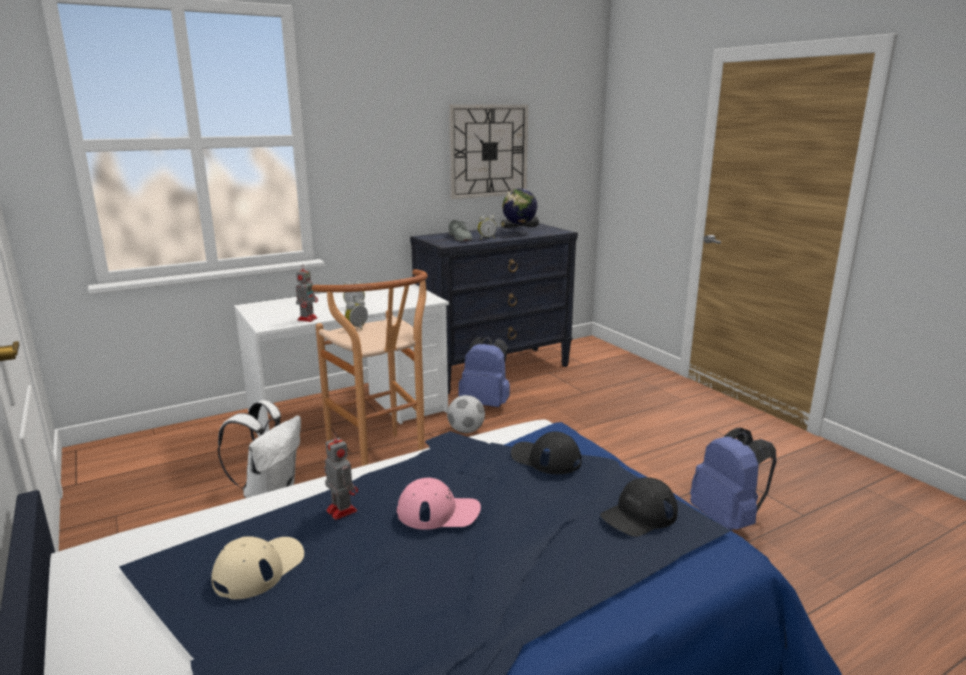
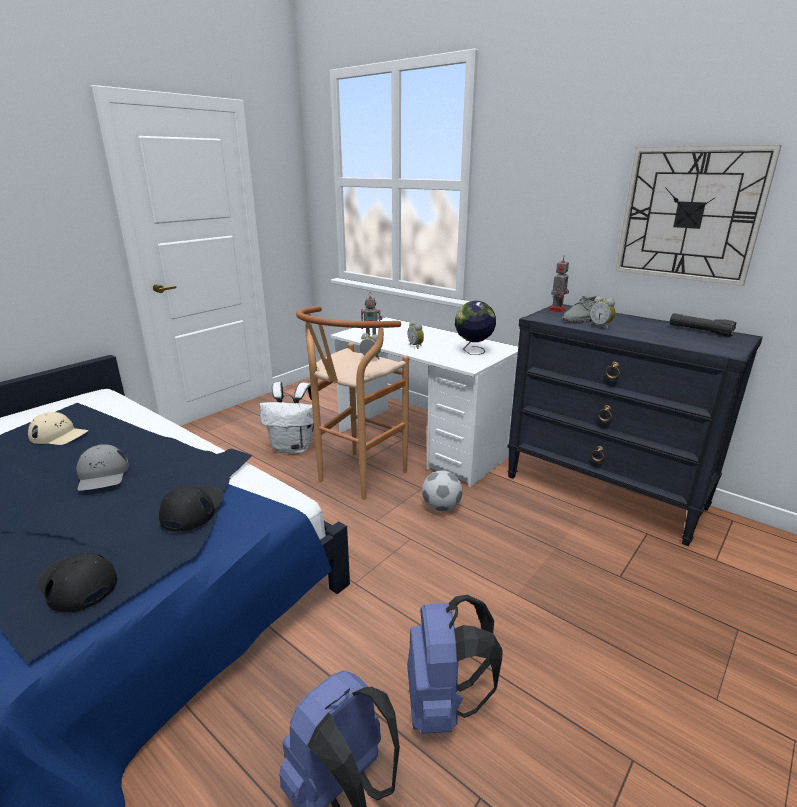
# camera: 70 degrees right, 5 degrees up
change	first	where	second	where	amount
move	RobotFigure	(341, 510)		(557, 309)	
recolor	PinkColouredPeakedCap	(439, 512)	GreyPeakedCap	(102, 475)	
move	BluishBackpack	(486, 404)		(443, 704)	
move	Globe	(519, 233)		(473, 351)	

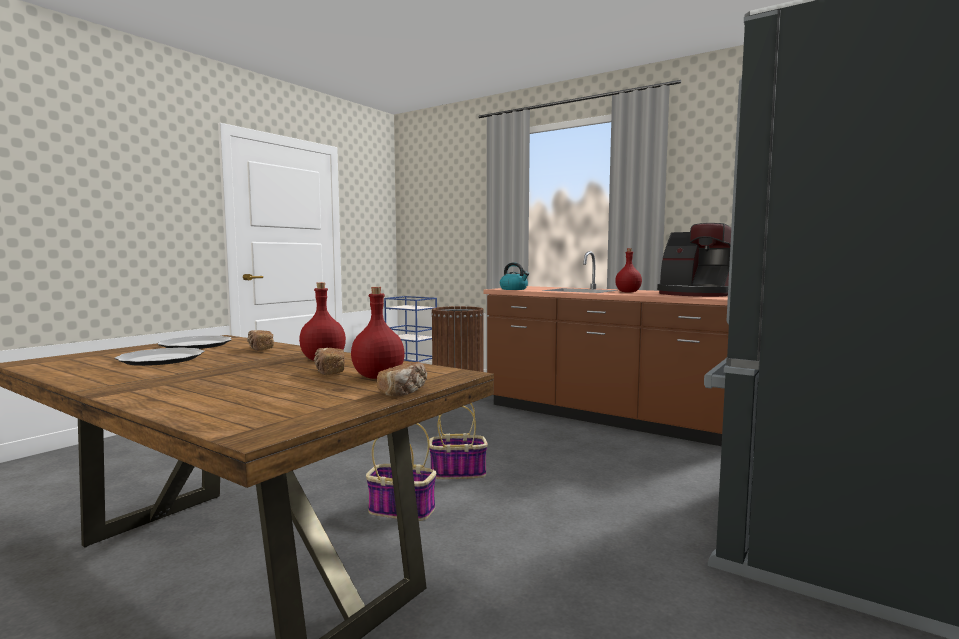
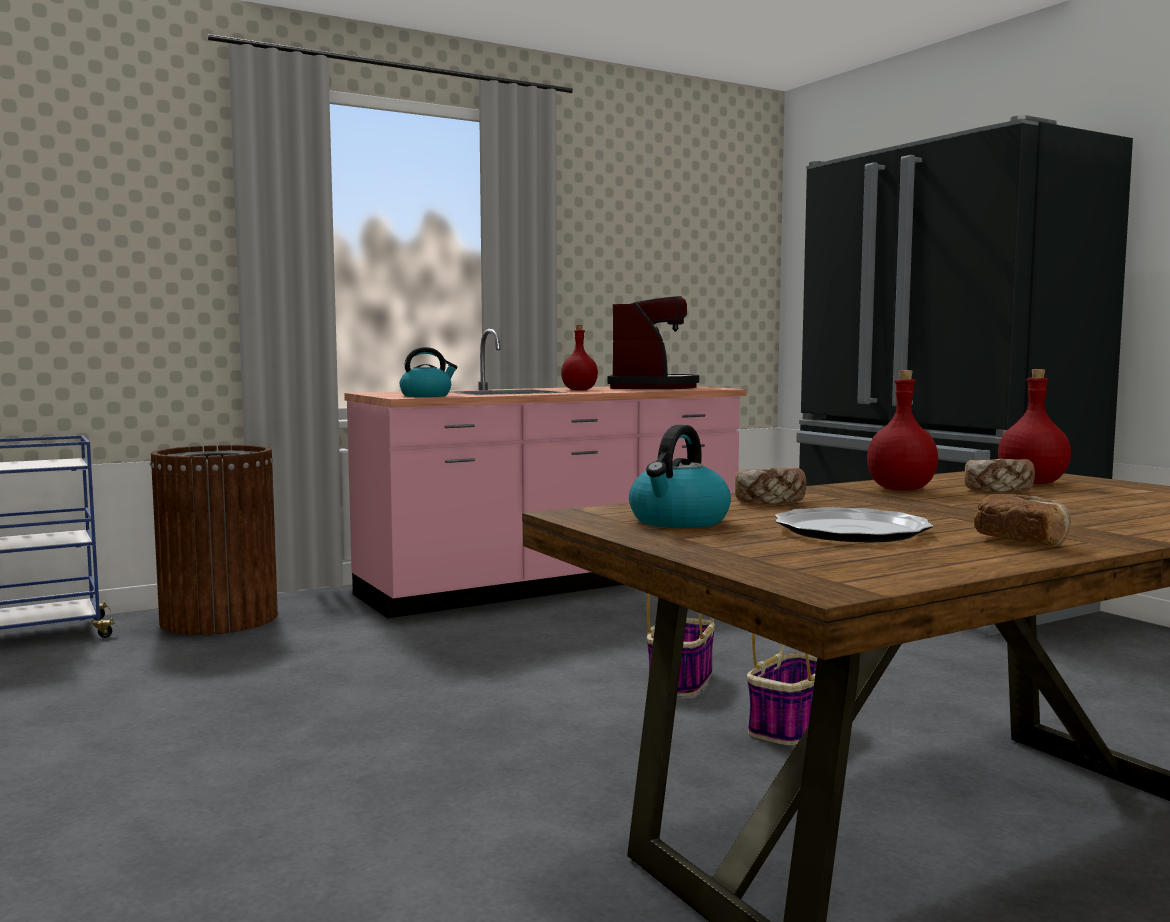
# camera: 65 degrees left, 0 degrees up
change	first	where	second	where	amount
replace	Plate	(196, 345)	WaterKettle	(679, 521)	
move	BakeryBread	(404, 392)		(1021, 541)	
recolor	BrownishKitchenCounter	(608, 418)	PinkColouredKitchenCounter	(554, 584)	
rotate	CoffeeMaker	(695, 294)		(651, 387)	60 degrees counterclockwise

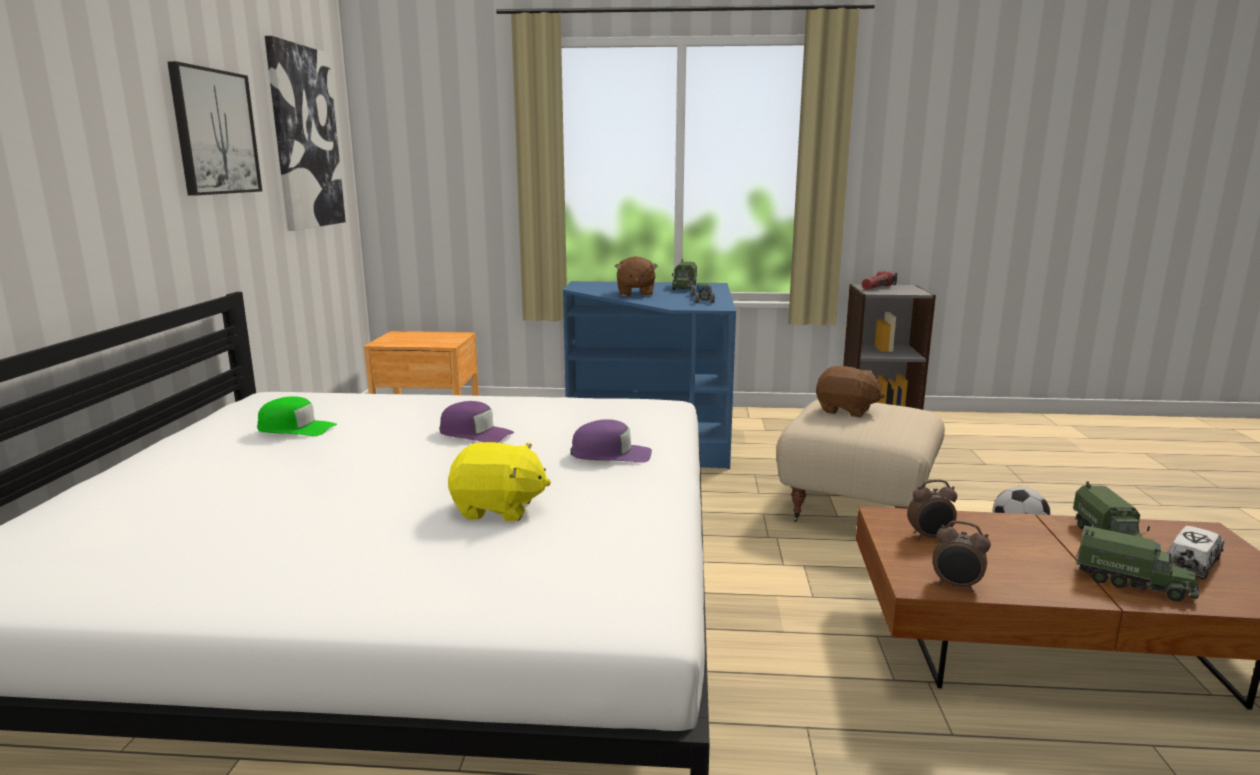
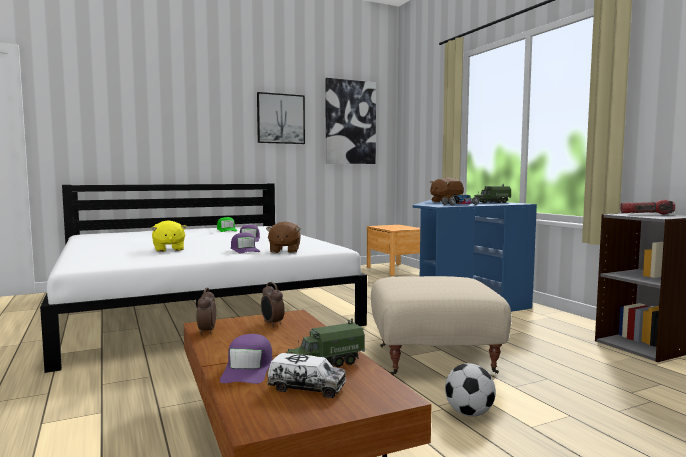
# camera: 60 degrees right, 10 degrees down
change	first	where	second	where	amount
move	BrownishPlushToy	(846, 410)		(284, 251)	
replace	ModelTruck	(1132, 583)	PurpleColouredPeakedCap	(248, 369)	

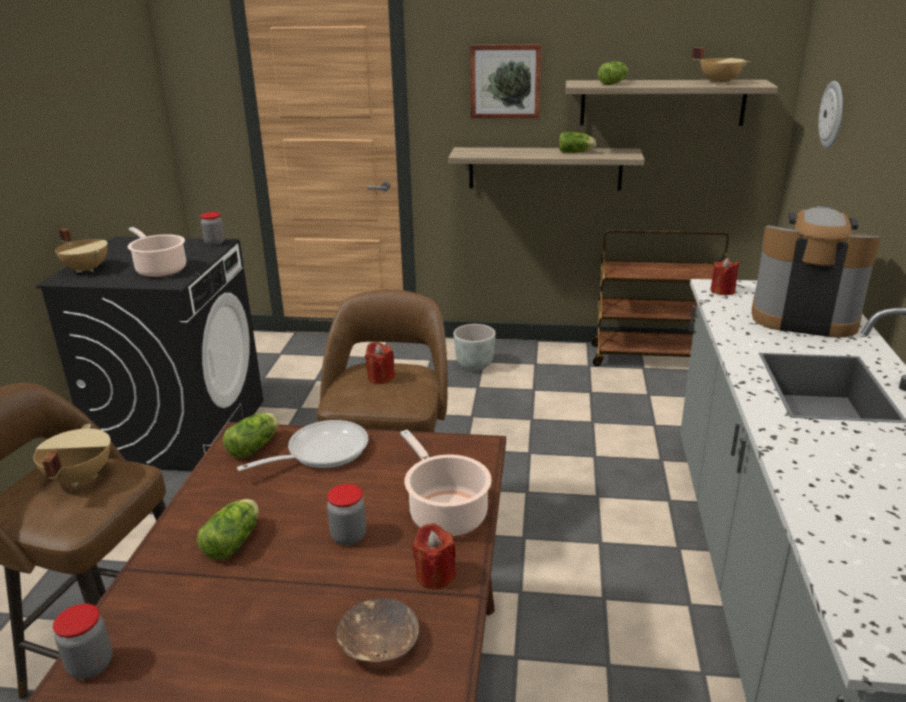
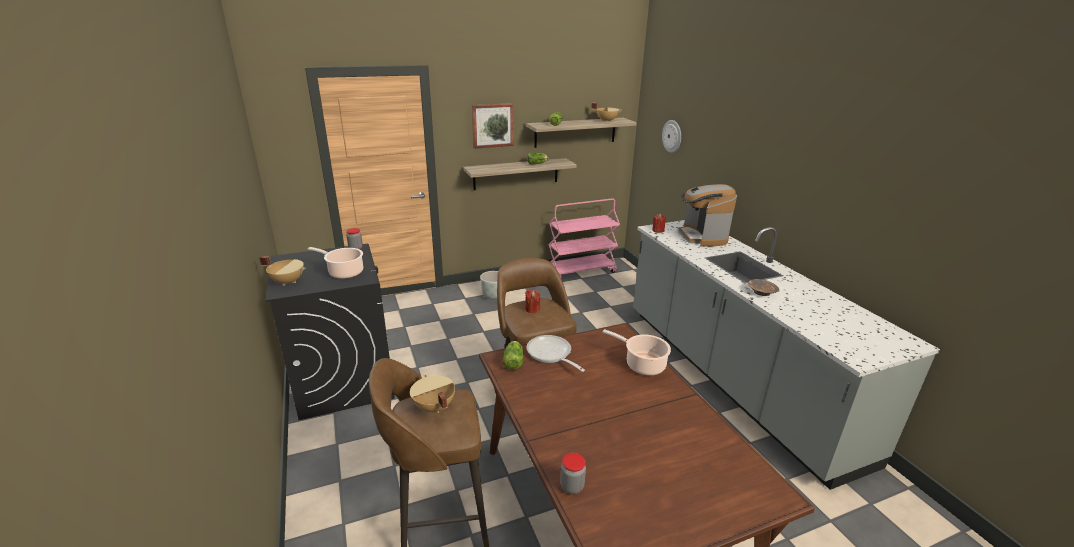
# camera: 30 degrees left, 0 degrees up
change	first	where	second	where	amount
delete	Lettuce	(235, 541)			
rotate	FryingPan	(321, 452)		(551, 354)	60 degrees counterclockwise
delete	Jar	(349, 536)			
move	BrownishServingBowl	(378, 643)		(761, 292)	
delete	RedWaxLight	(435, 575)			
recolor	BrownishTrolley	(652, 357)	PinkColouredTrolley	(581, 271)	
rotate	CoffeeMaker	(803, 316)		(702, 237)	90 degrees counterclockwise

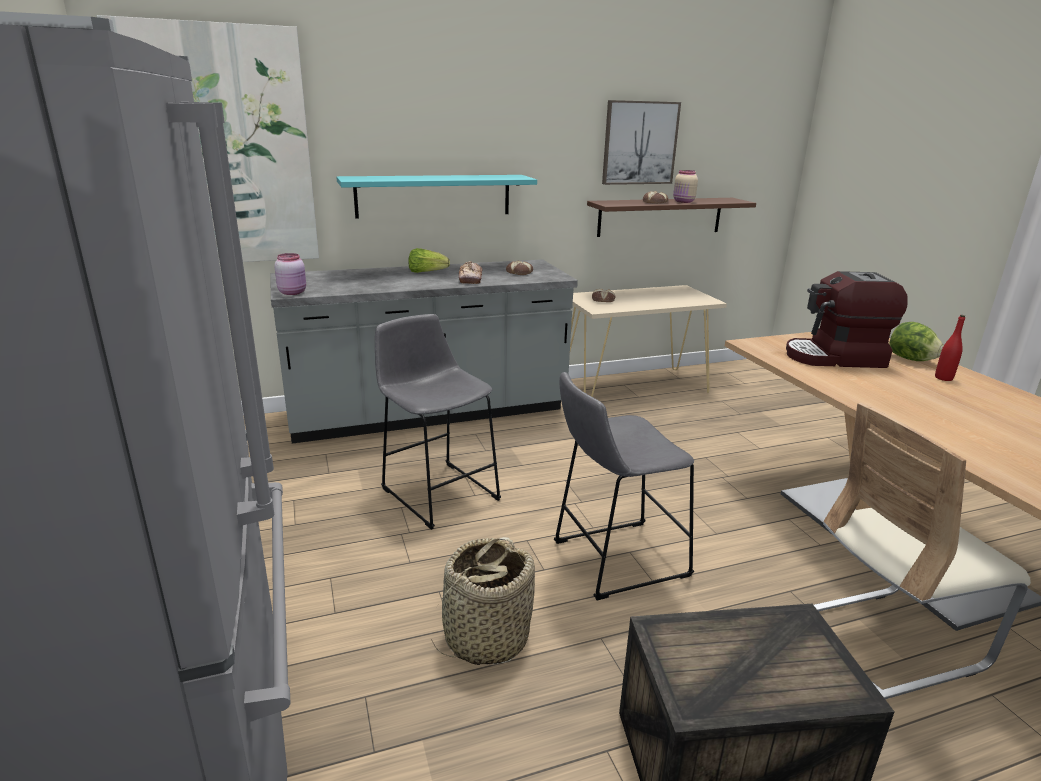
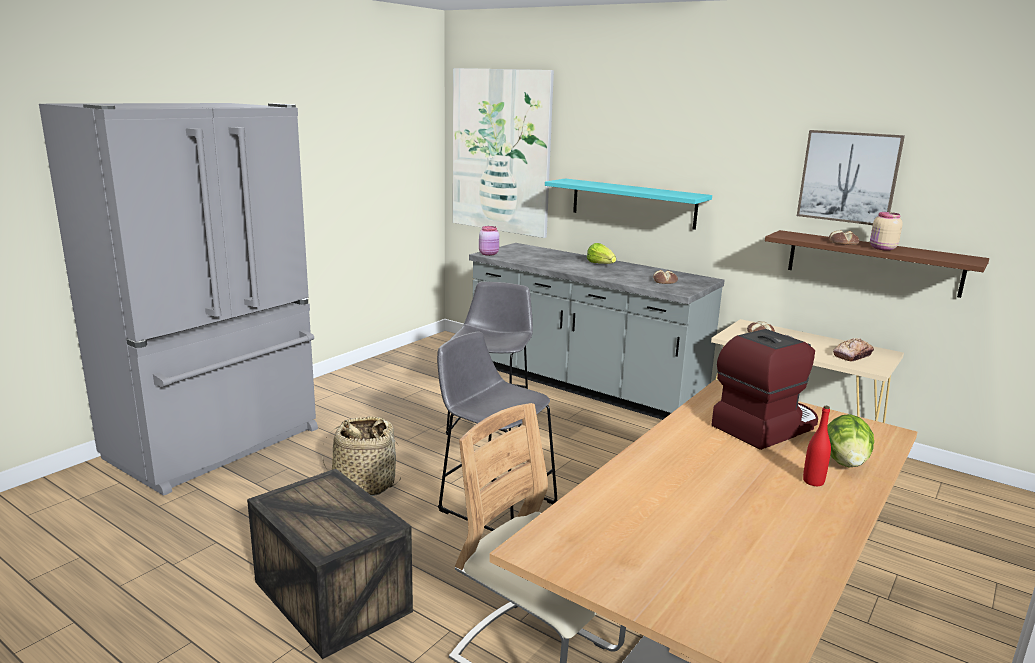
# camera: 55 degrees right, 5 degrees down
change	first	where	second	where	amount
move	BakeryBread	(470, 279)		(852, 355)	
rotate	CoffeeMaker	(835, 358)		(764, 426)	90 degrees clockwise

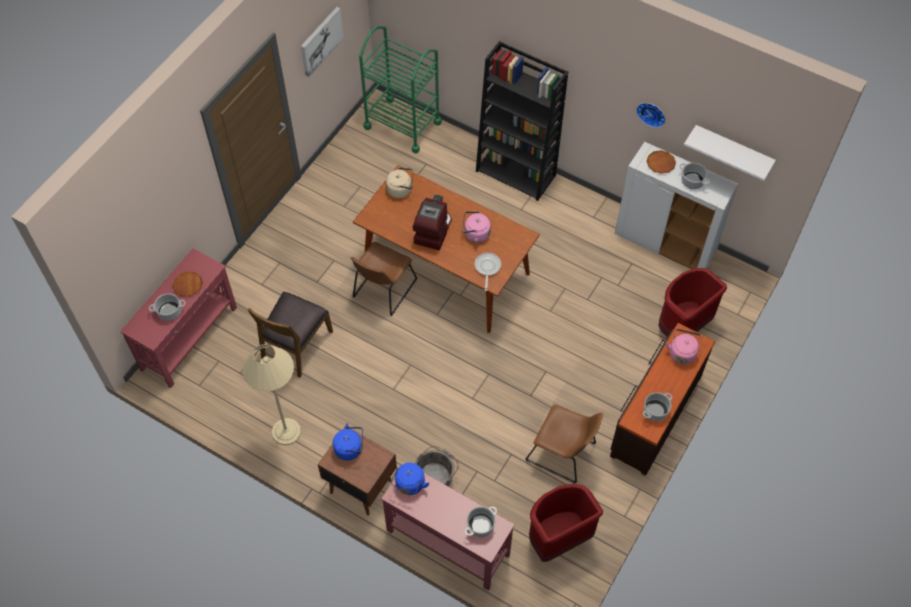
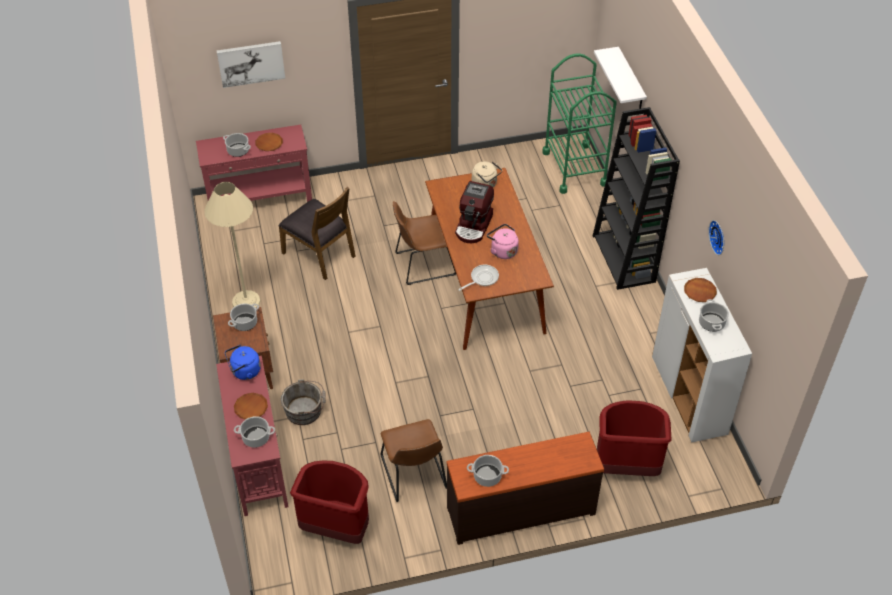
# camera: 45 degrees right, 10 degrees down
change	first	where	second	where	amount
rotate	BrownishUprightChair	(296, 345)		(320, 254)	120 degrees counterclockwise
move	Picture	(321, 41)		(251, 63)	
replace	BluishWaterKettle	(350, 449)	Stockpot	(245, 323)	
rotate	CoffeeMaker	(432, 231)		(474, 226)	135 degrees clockwise
delete	PinkColouredWaterKettle	(682, 352)			
move	WhiteColouredShelf	(733, 150)		(631, 81)	
insert			BrownishPlate	(251, 408)	

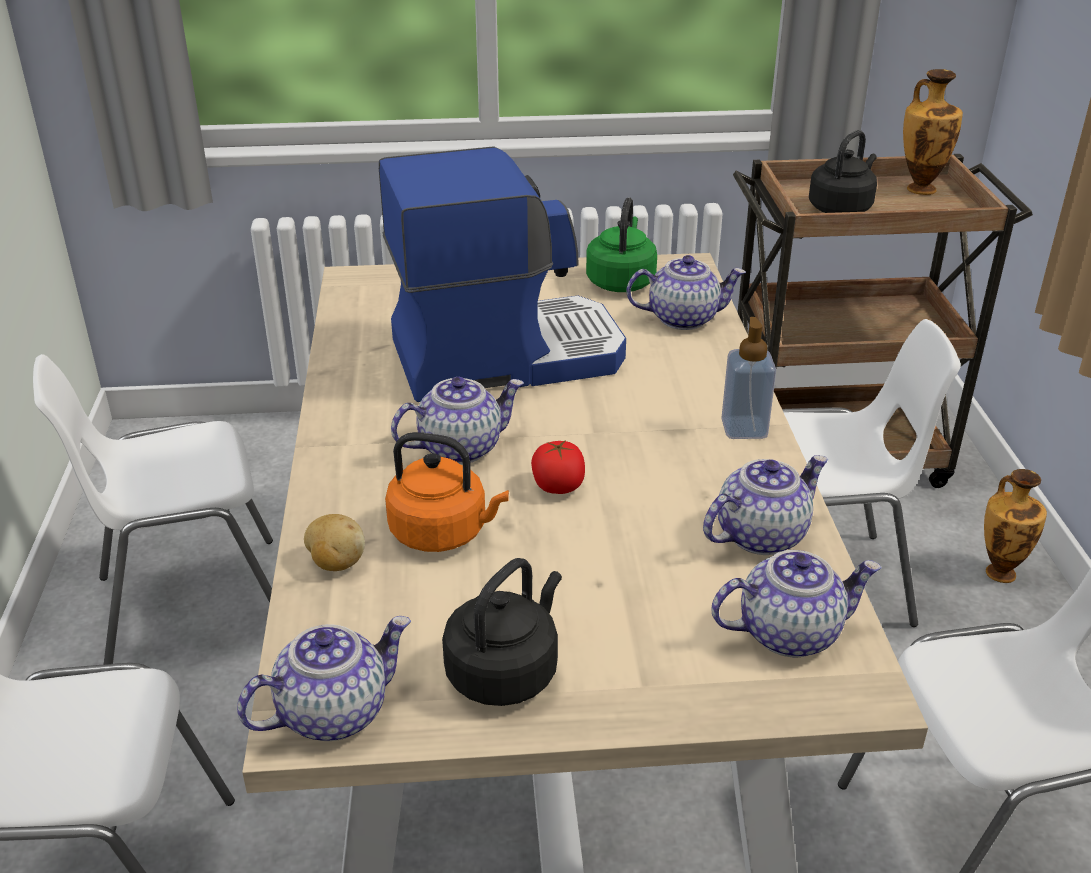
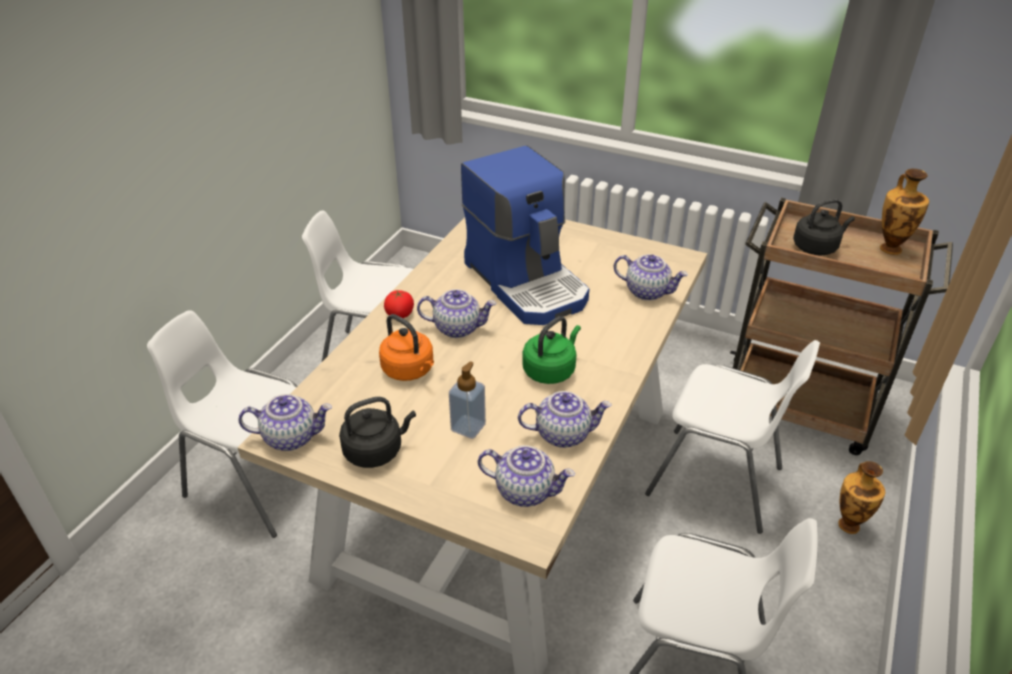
# camera: 30 degrees right, 5 degrees up
change	first	where	second	where	amount
delete	WholePotato	(336, 563)			
rotate	CoffeeMaker	(505, 355)		(527, 282)	45 degrees clockwise
move	WholeTomato	(558, 487)		(400, 314)	
move	GreenColouredWaterKettle	(621, 281)		(551, 370)	
move	LiquidSoapBottle	(744, 428)		(468, 427)	

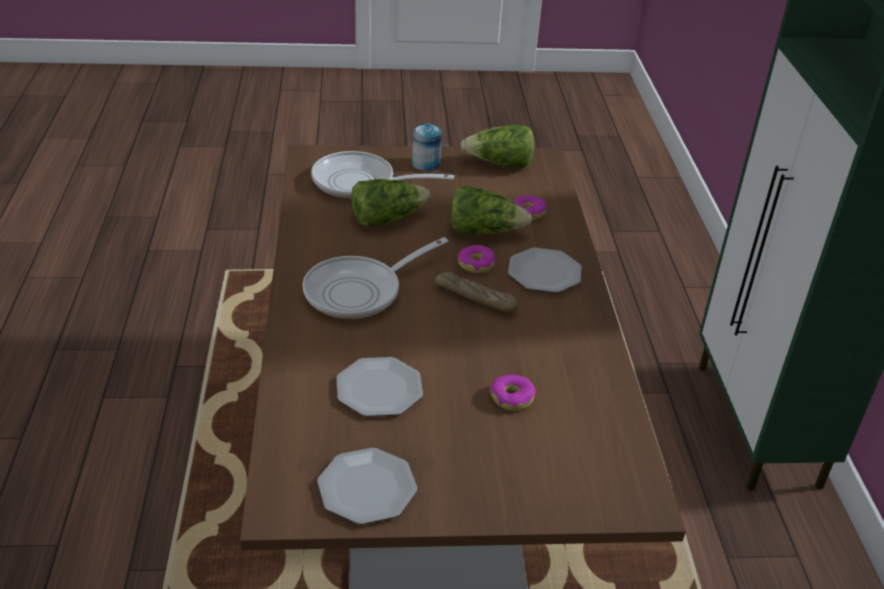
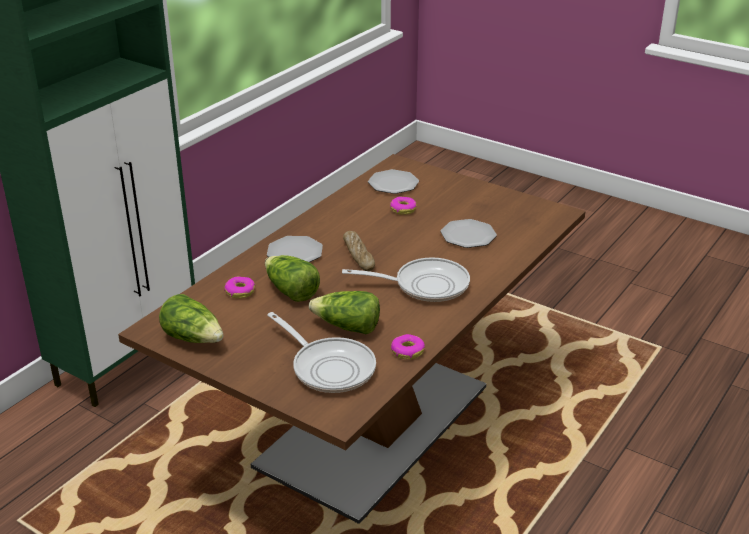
# camera: 140 degrees left, 5 degrees down
change	first	where	second	where	amount
move	Plate	(366, 487)		(393, 184)	
delete	SealedCan	(426, 164)			
move	Doughnut	(476, 264)		(407, 351)	

